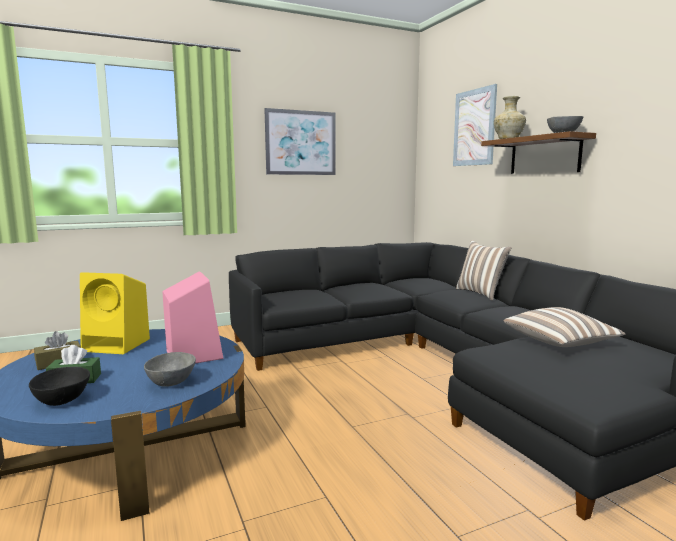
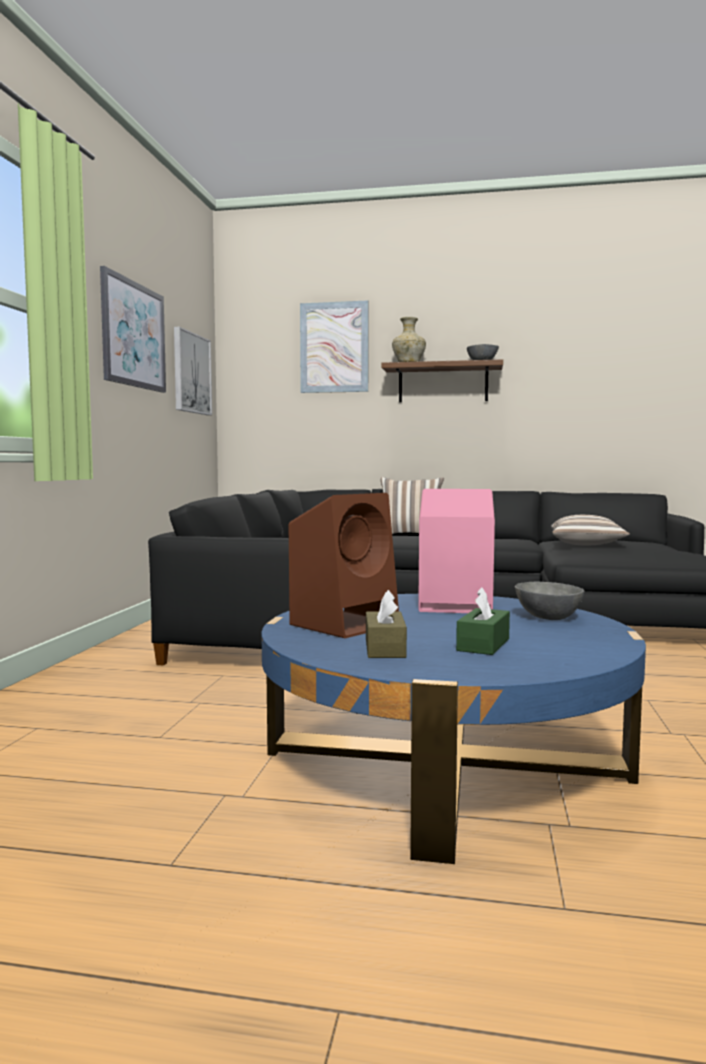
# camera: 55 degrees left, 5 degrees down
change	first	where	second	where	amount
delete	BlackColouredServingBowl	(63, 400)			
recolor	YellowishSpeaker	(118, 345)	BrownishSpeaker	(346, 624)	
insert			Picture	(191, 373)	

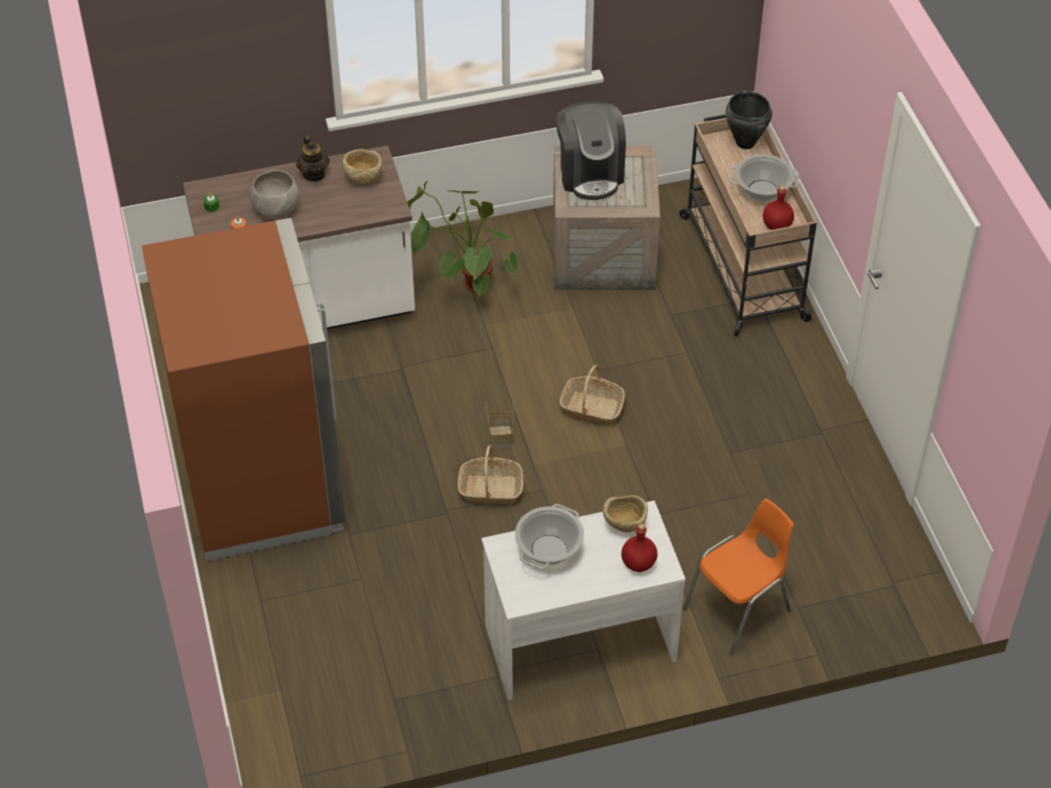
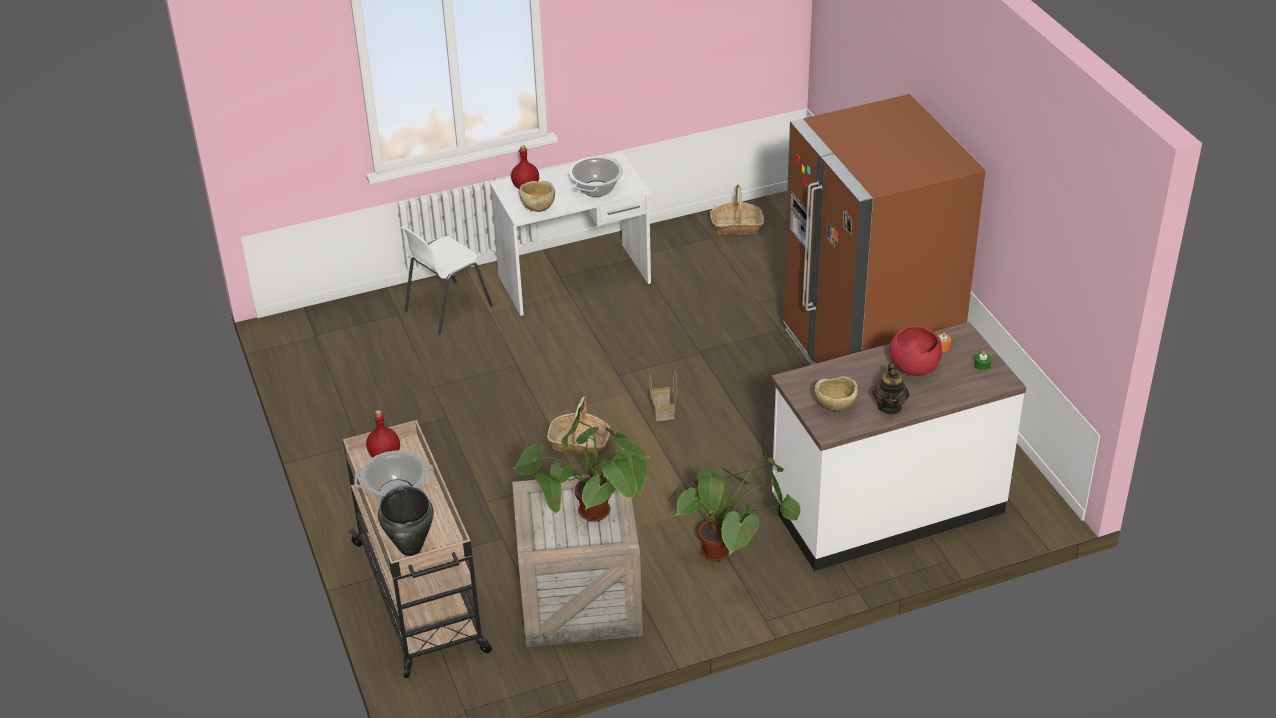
# camera: 175 degrees right, 10 degrees down
change	first	where	second	where	amount
recolor	GreyServingBowl	(276, 209)	RedServingBowl	(913, 368)	
rotate	TeaPot	(314, 174)		(889, 406)	150 degrees counterclockwise
move	HouseholdBasket	(490, 489)		(737, 226)	
replace	CoffeeMaker	(590, 173)	PottedPlant	(593, 523)	
recolor	OrangeUprightChair	(739, 610)	WhiteColouredUprightChair	(447, 308)	

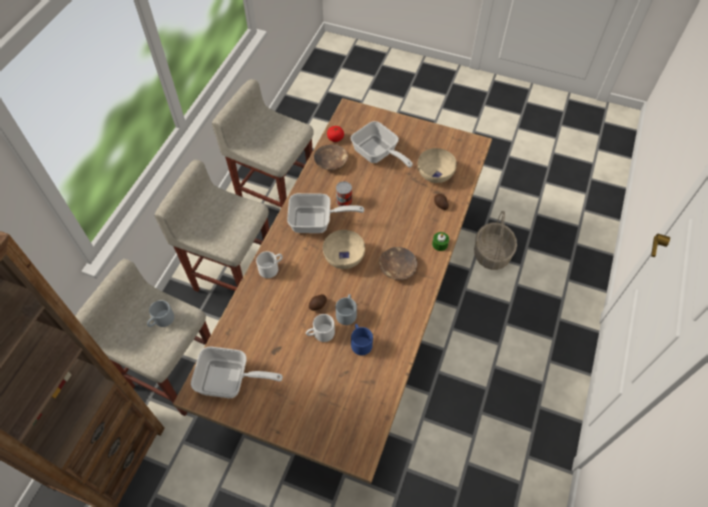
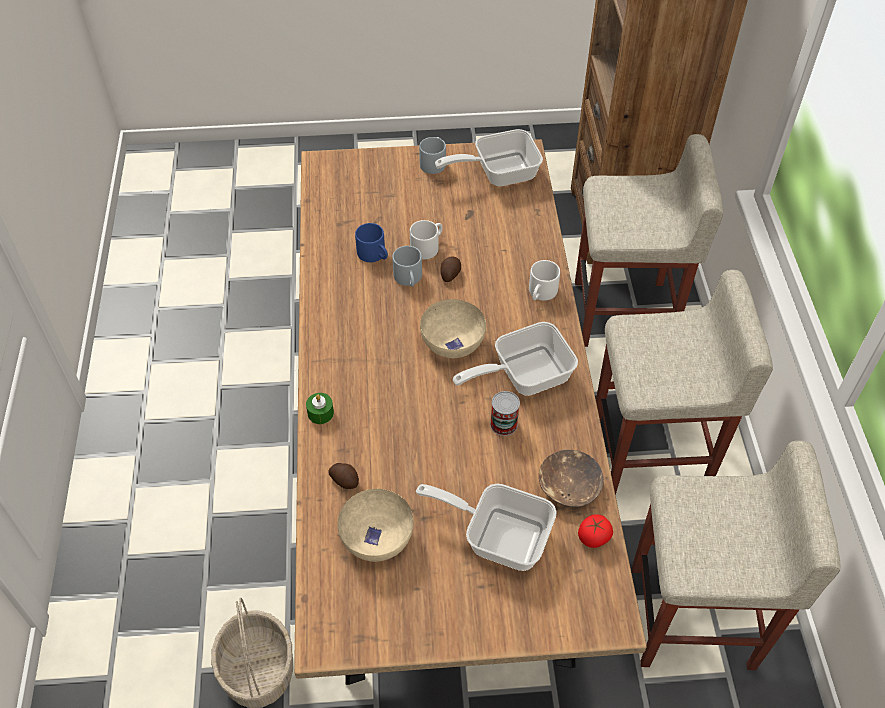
# camera: 155 degrees right, 5 degrees down
change	first	where	second	where	amount
move	GreyMug	(161, 321)		(433, 162)	
delete	BrownishServingBowl	(397, 267)			

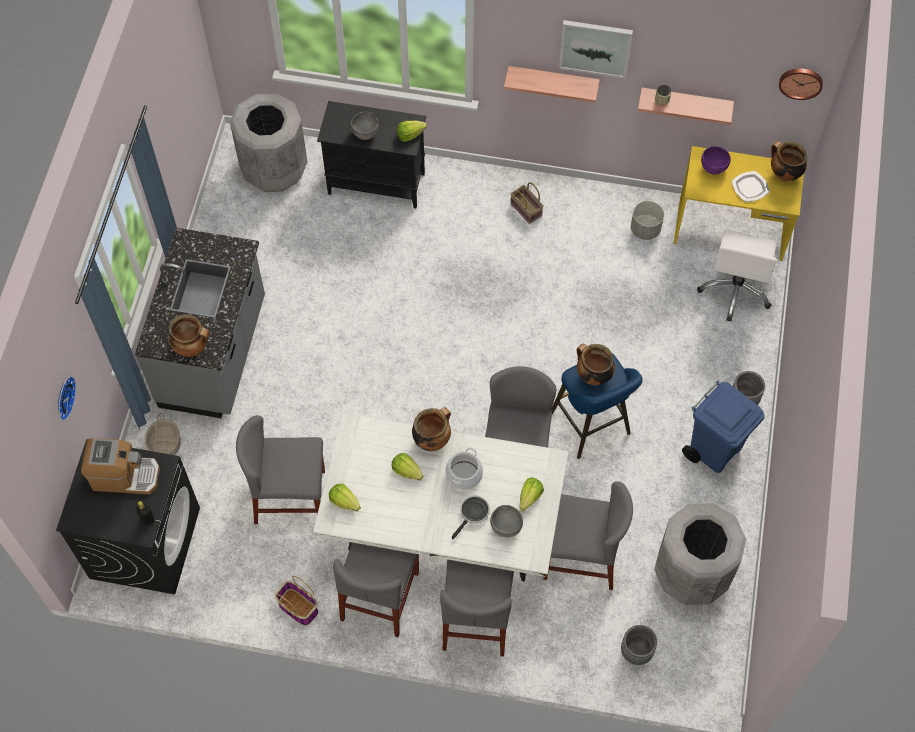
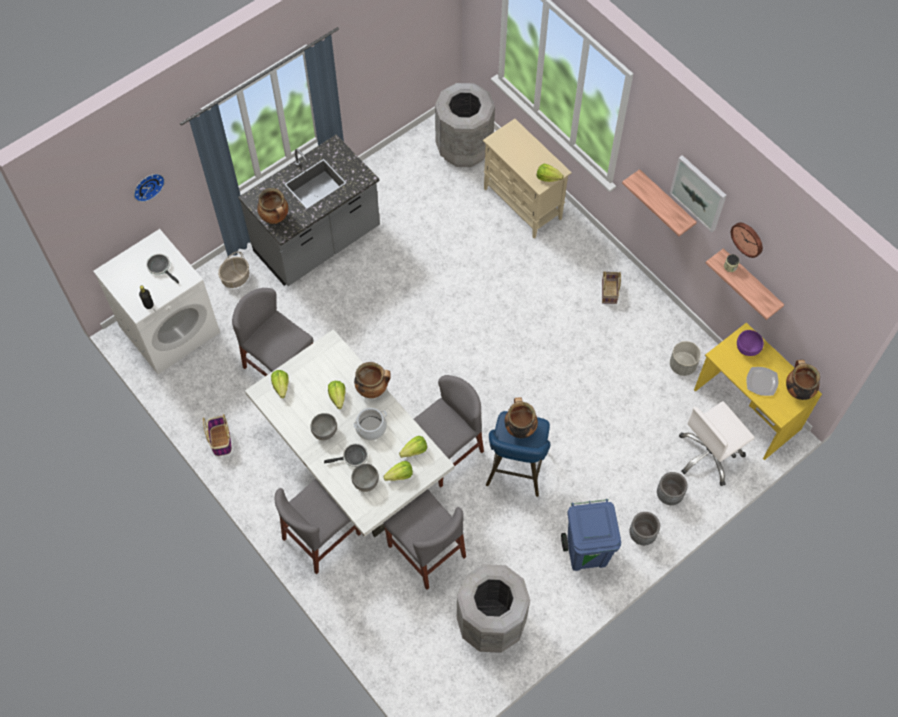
# camera: 40 degrees right, 0 degrees up
change	first	where	second	where	amount
recolor	BlackColouredWashingMachine	(145, 542)	WhiteColouredWashingMachine	(170, 328)	
replace	CoffeeMaker	(125, 476)	FryingPan	(160, 267)	
recolor	BlackColouredCupboard	(377, 184)	BeigeColouredCupboard	(523, 204)	
delete	GreyUprightChair	(380, 596)			
move	GreyServingBowl	(365, 133)		(325, 431)	
move	GreyPlanter	(636, 651)		(669, 495)	
move	ClockOnTheWall	(800, 82)		(748, 238)	
insert			Lettuce	(414, 451)	

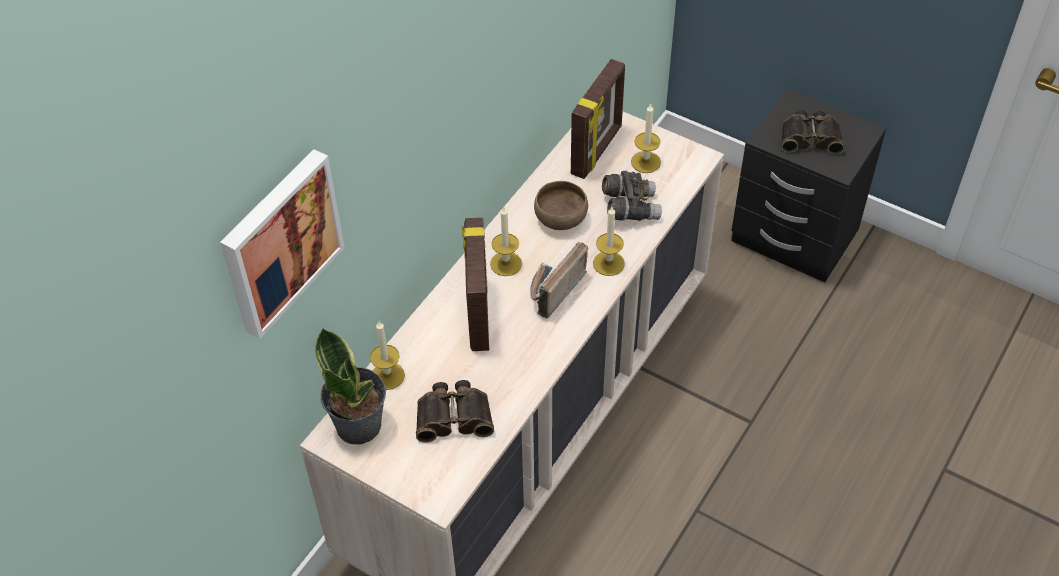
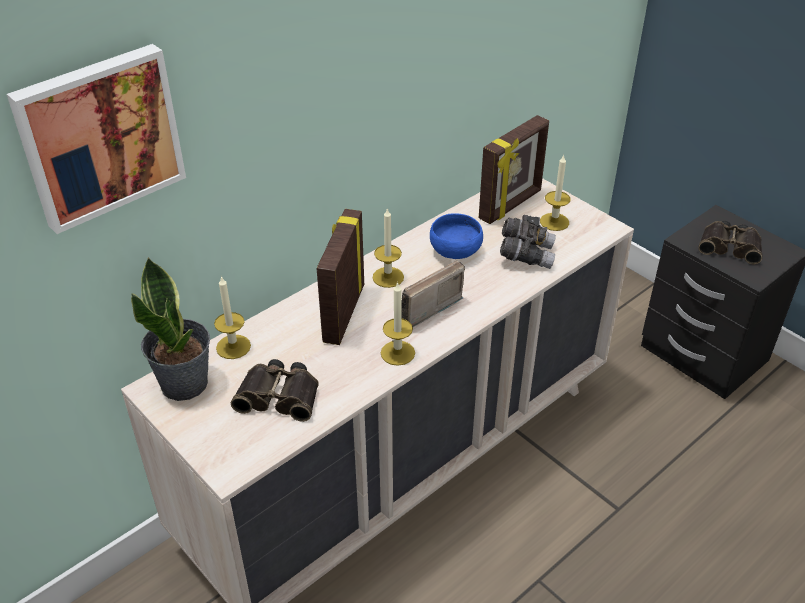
# camera: 15 degrees right, 10 degrees down
change	first	where	second	where	amount
recolor	BrownishServingBowl	(560, 218)	BluishServingBowl	(455, 250)	
move	WaxLight	(608, 263)		(397, 353)	

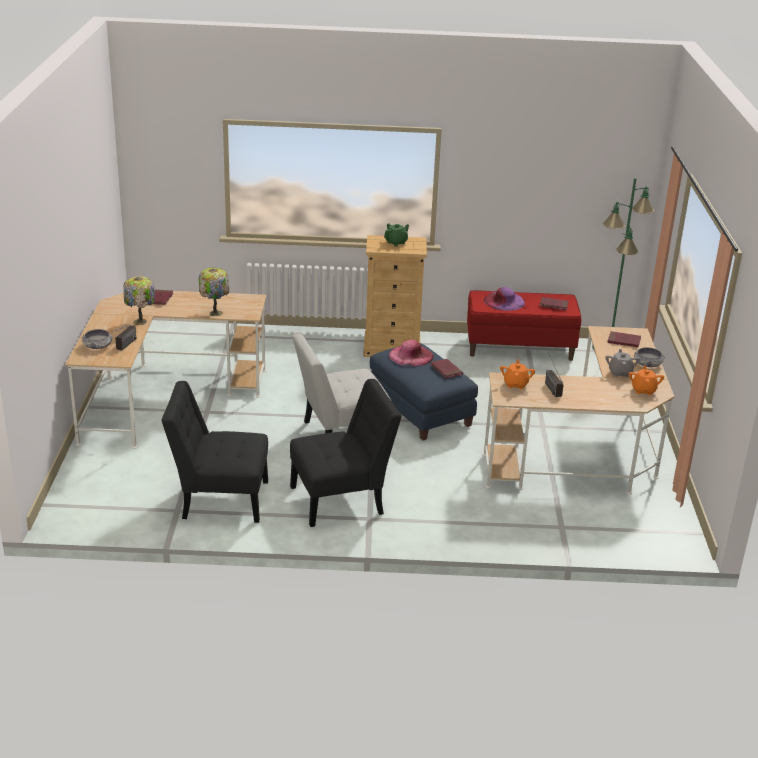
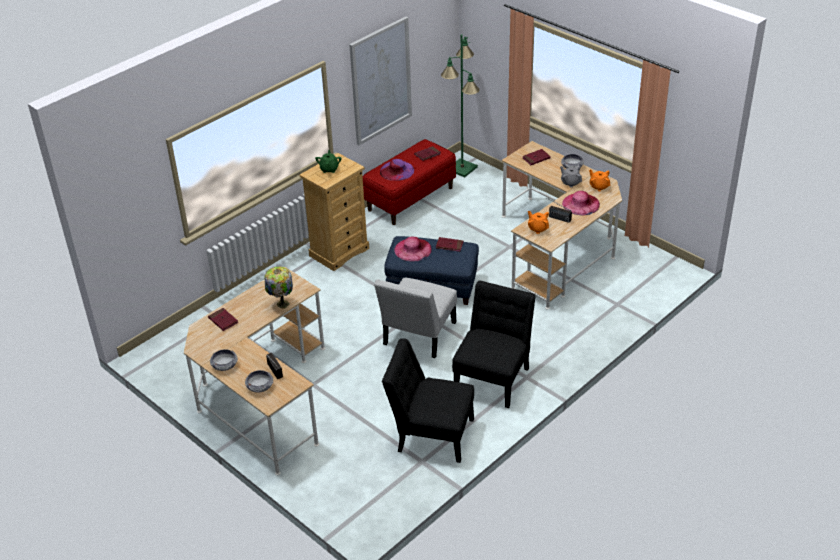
# camera: 45 degrees left, 10 degrees up
change	first	where	second	where	amount
delete	TableLamp	(140, 322)			
rotate	BlackColouredUprightChair	(219, 499)		(431, 434)	60 degrees clockwise
insert			ServingBowl	(224, 365)	
insert			Picture	(380, 81)	
insert			PinkColouredHat	(581, 204)	

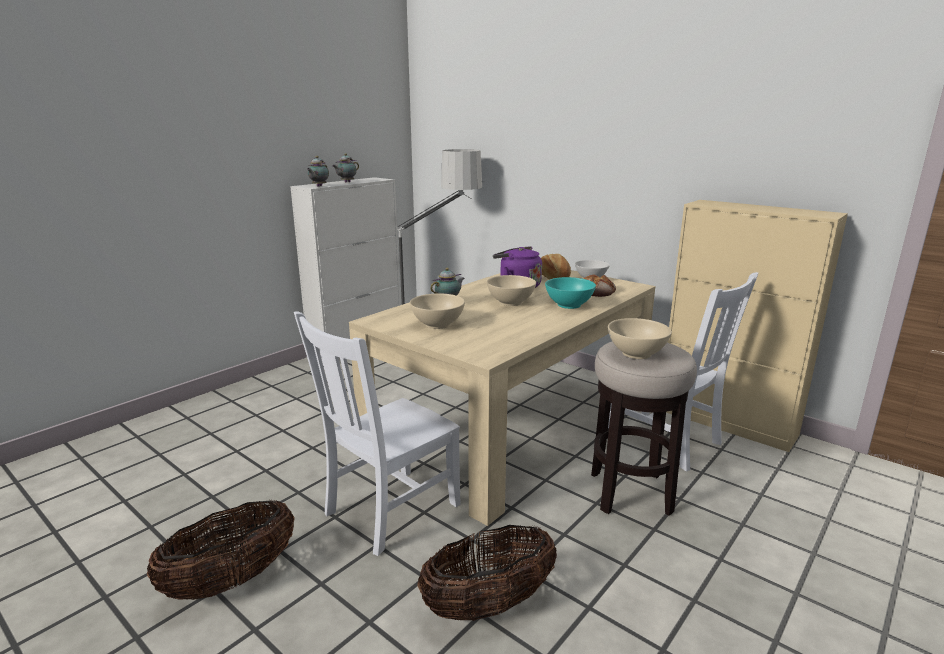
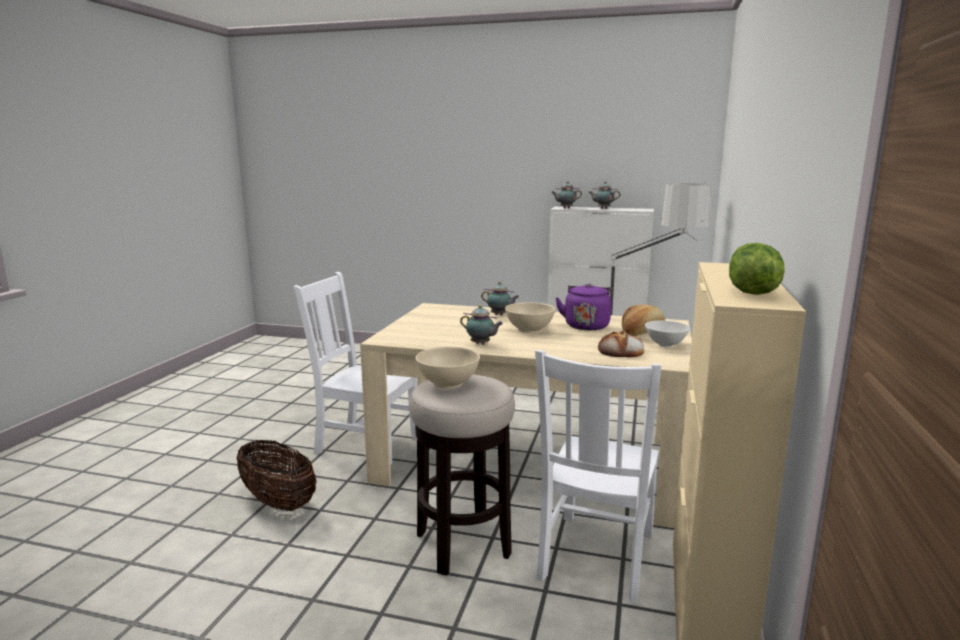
# camera: 65 degrees right, 5 degrees down
change	first	where	second	where	amount
delete	HouseholdBasket	(231, 580)			
delete	BeigeColouredServingBowl	(438, 324)			
delete	BlueGreenServingBowl	(568, 305)			
insert			TeaPot	(481, 344)	
insert			Lettuce	(750, 292)	

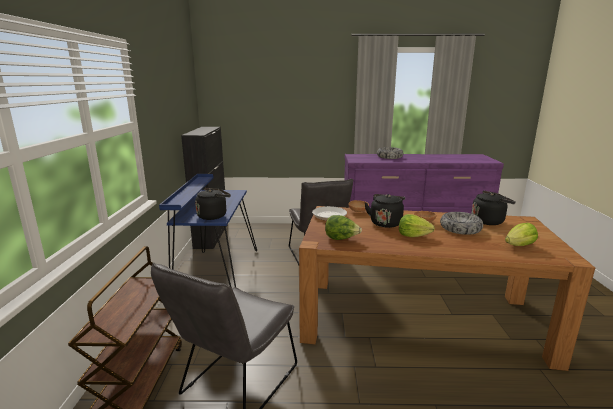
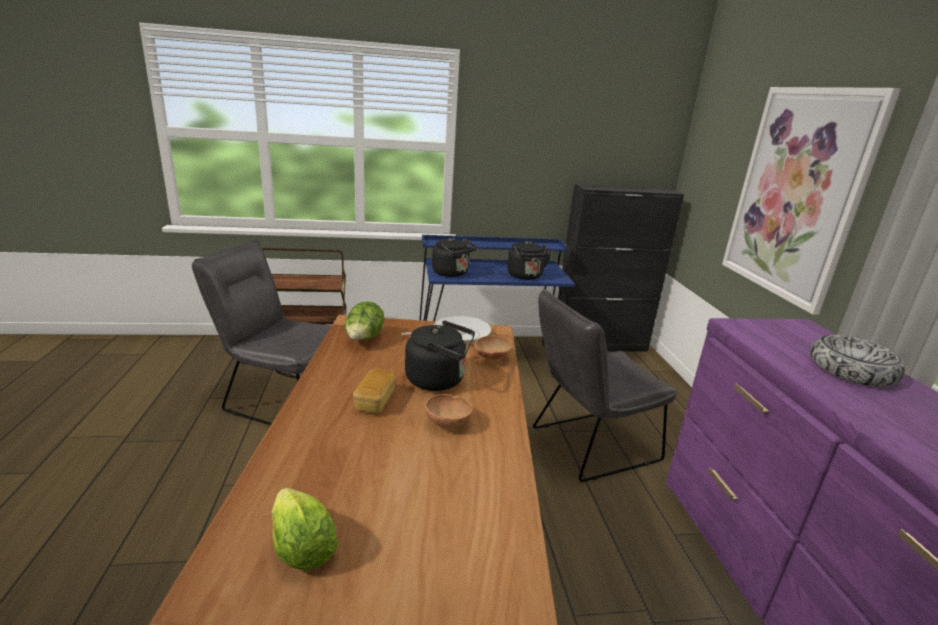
# camera: 80 degrees right, 5 degrees up
change	first	where	second	where	amount
replace	Lettuce	(413, 235)	BakeryBread	(375, 401)	
delete	ServingBowl	(460, 229)			
move	BlackColouredWaterKettle	(489, 221)		(526, 276)	
insert			Picture	(796, 194)	

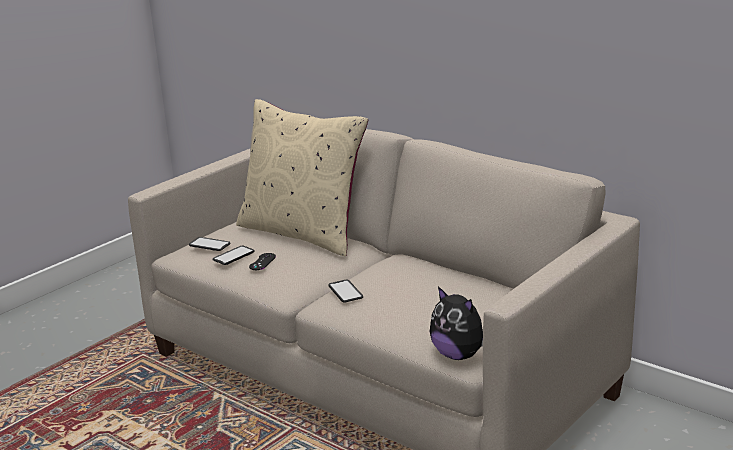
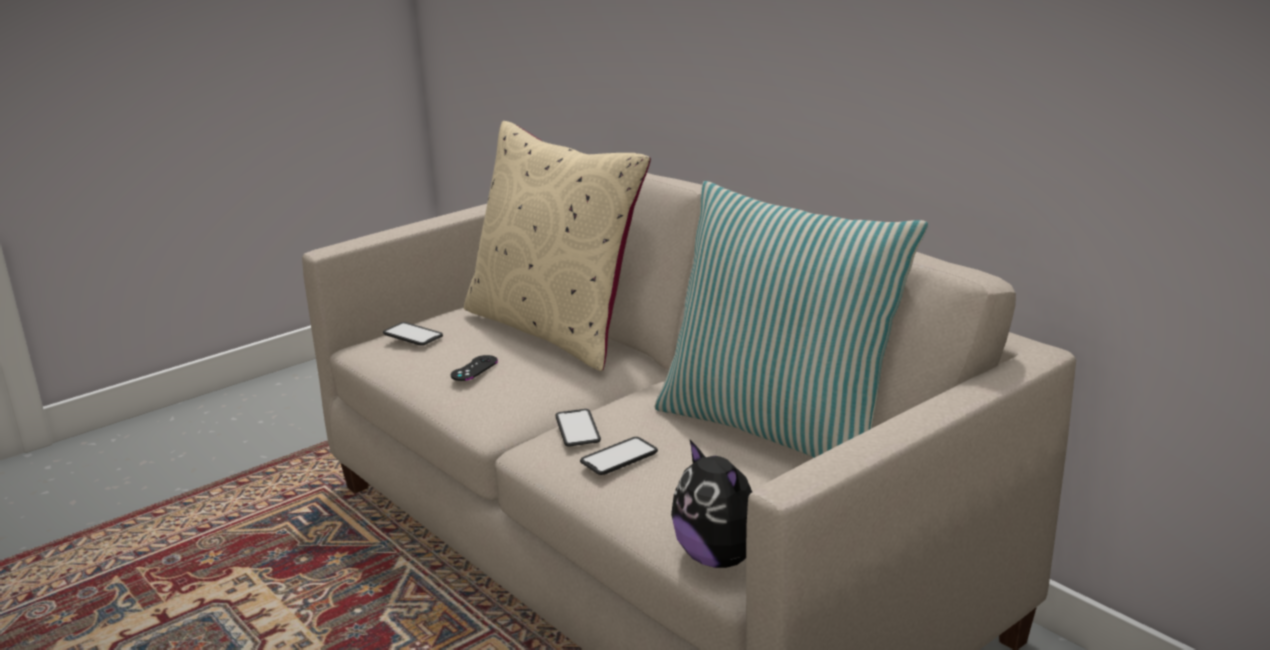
# camera: 10 degrees right, 0 degrees up
change	first	where	second	where	amount
move	Handset	(233, 256)		(619, 457)	
insert			Pillow	(779, 428)	

